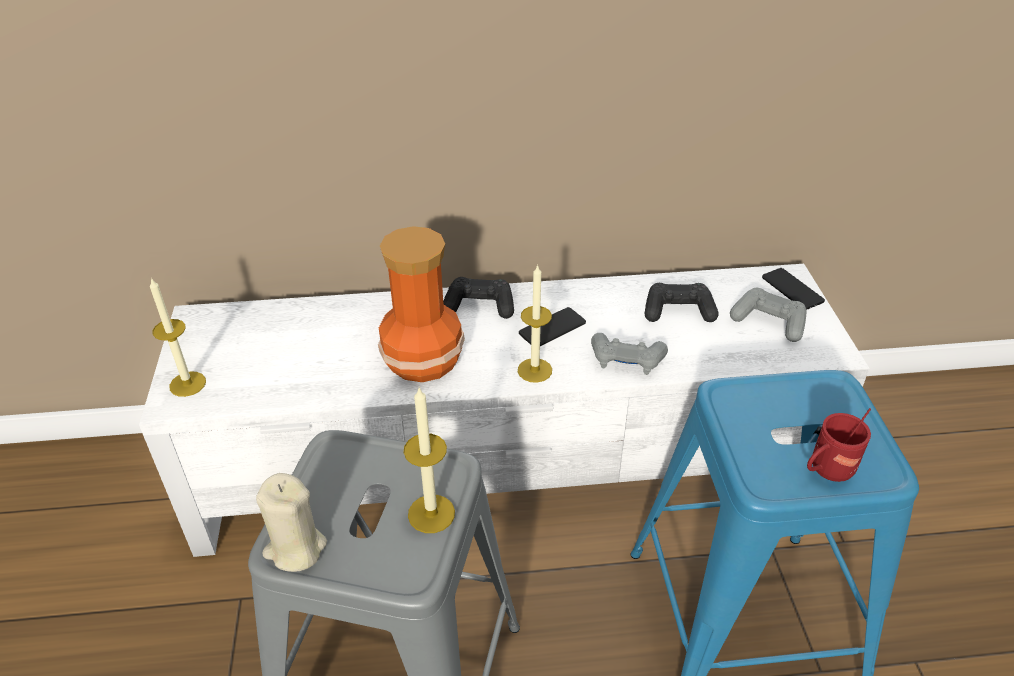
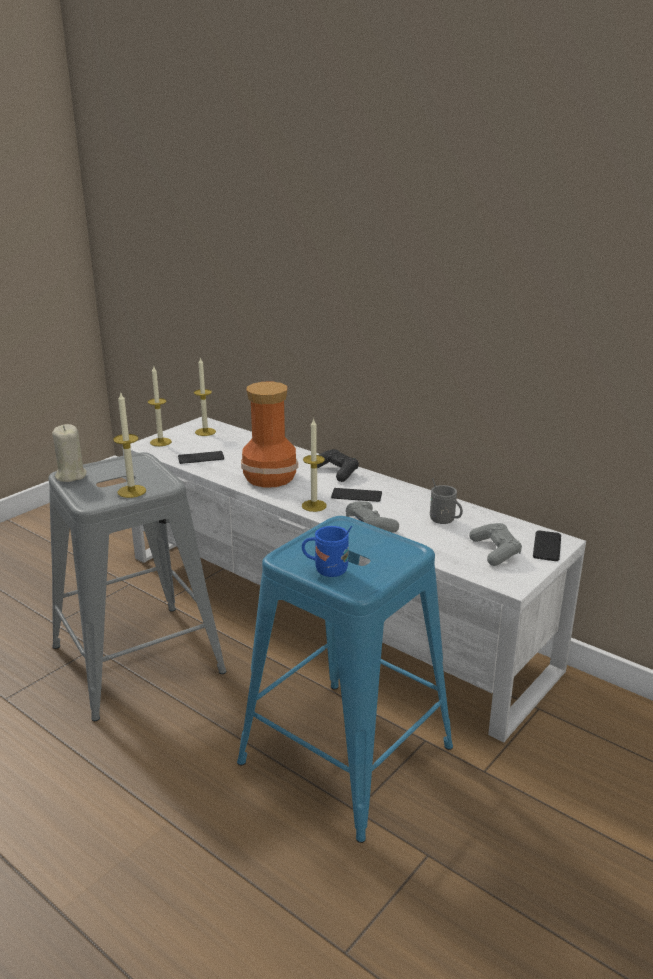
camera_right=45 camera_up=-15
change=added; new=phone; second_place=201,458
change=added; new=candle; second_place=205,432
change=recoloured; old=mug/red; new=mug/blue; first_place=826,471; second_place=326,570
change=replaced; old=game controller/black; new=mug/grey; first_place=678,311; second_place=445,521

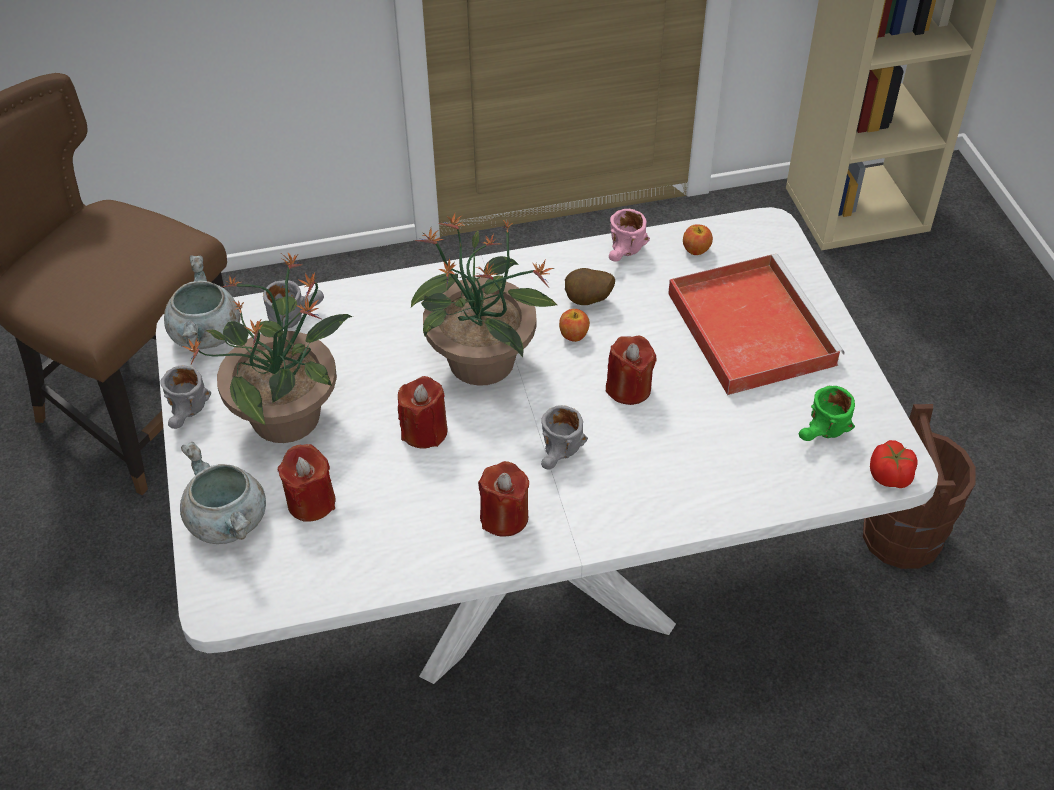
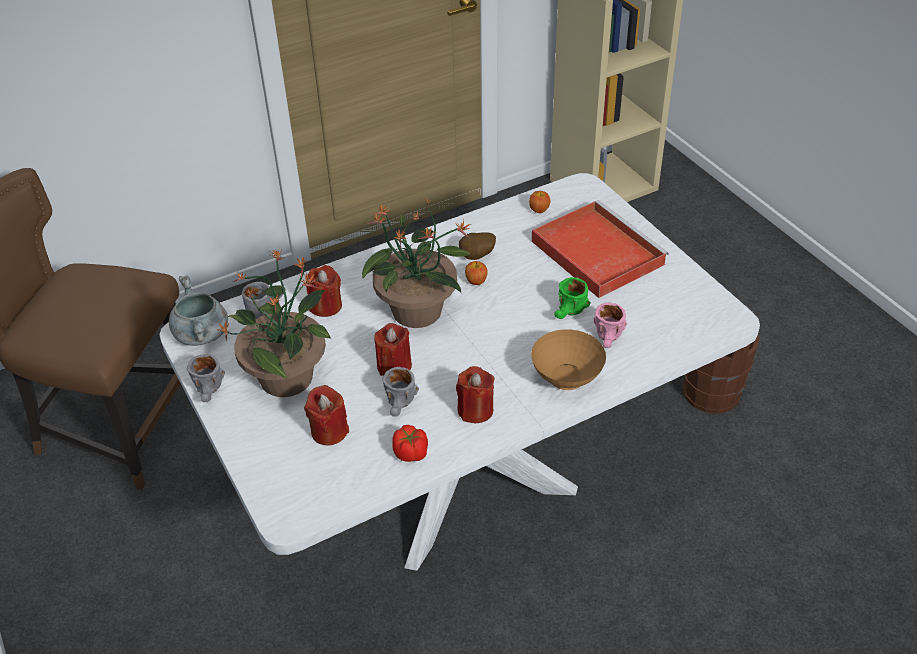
camera_right=-15 camera_up=-5
change=moved; old=candle/red; first_place=628,388; second_place=325,306
change=moved; old=mug/grey; first_place=560,456; second_place=401,406
change=moved; old=tomato; first_place=890,476; second_place=411,453
change=added; new=bowl/brown; second_place=568,380
change=moved; old=mug/green; first_place=822,434; second_place=569,314
change=moved; old=mug/pink; first_place=625,254; second_place=609,340
change=removed; old=cooking pot/grey; first_place=230,521

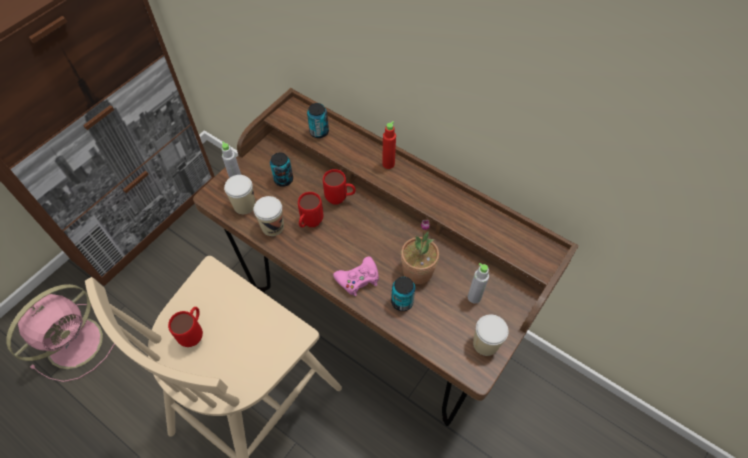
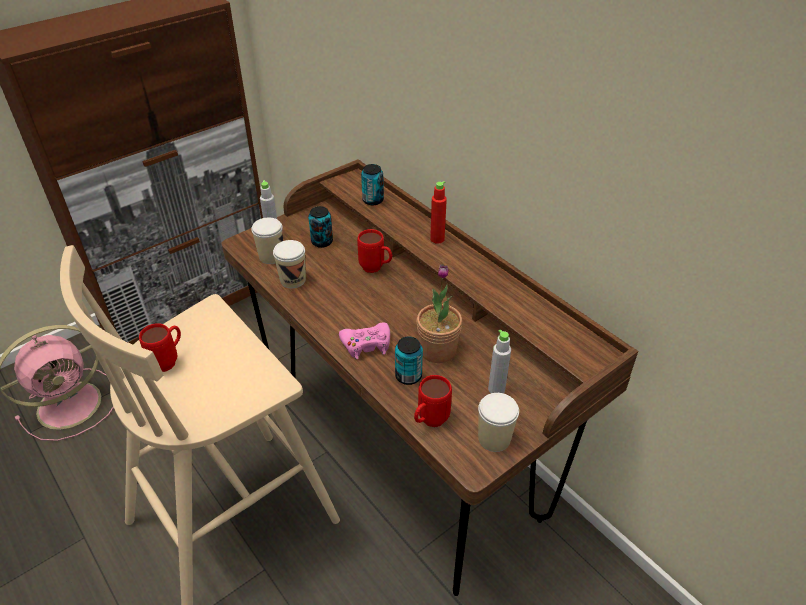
camera_right=15 camera_up=-15
change=moved; old=mug/red; first_place=310,224; second_place=429,422

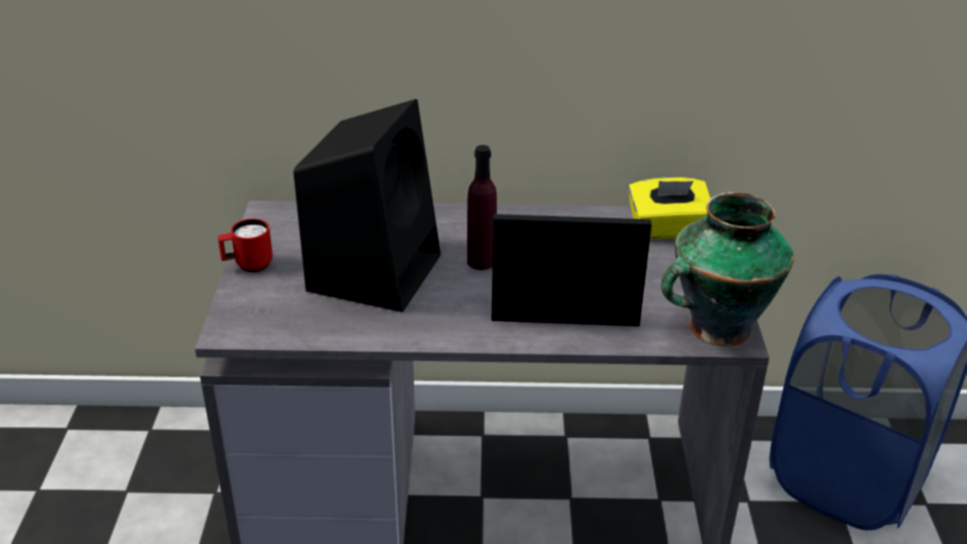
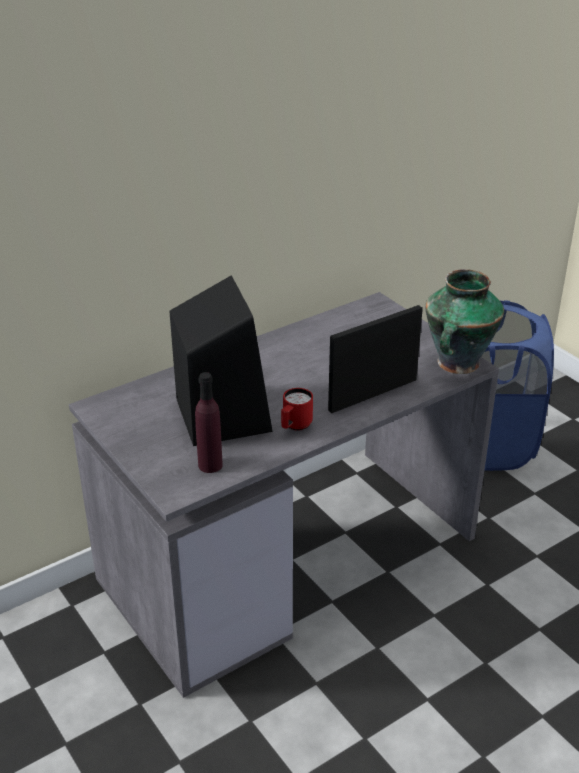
camera_right=-35 camera_up=0
change=moved; old=bottle/purple; first_place=481,261; second_place=210,465
change=moved; old=mug/red; first_place=248,265; second_place=295,426
change=removed; old=tissue box/yellow; first_place=667,229

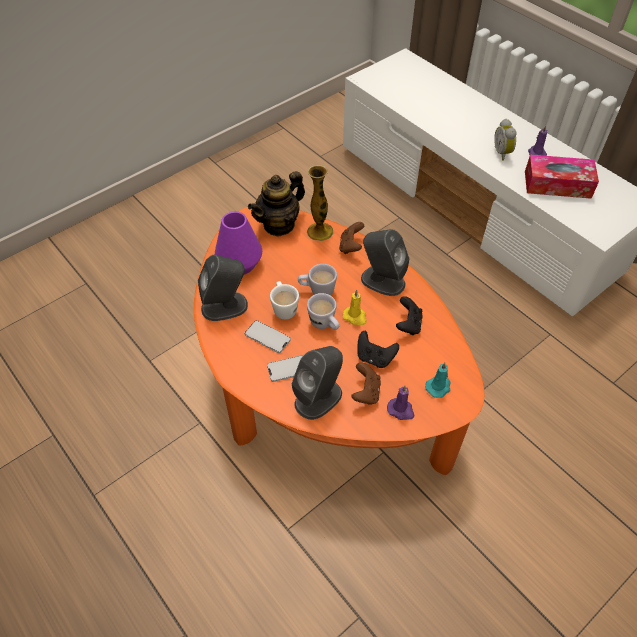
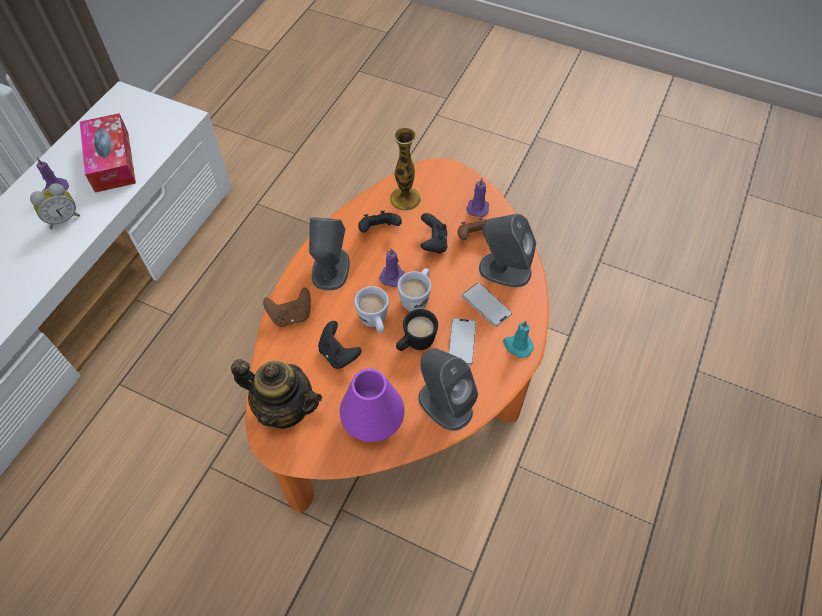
camera_right=-115 camera_up=5
change=added; new=game controller/black; second_place=338,354
change=recoloured; old=candle/yellow; new=candle/purple; first_place=355,317; second_place=392,275
change=moved; old=vase; first_place=320,231; second_place=405,198
change=recoloured; old=mug/white; new=mug/black; first_place=284,308; second_place=415,344
change=moved; old=candle/turquoise; first_place=438,387; second_place=517,346

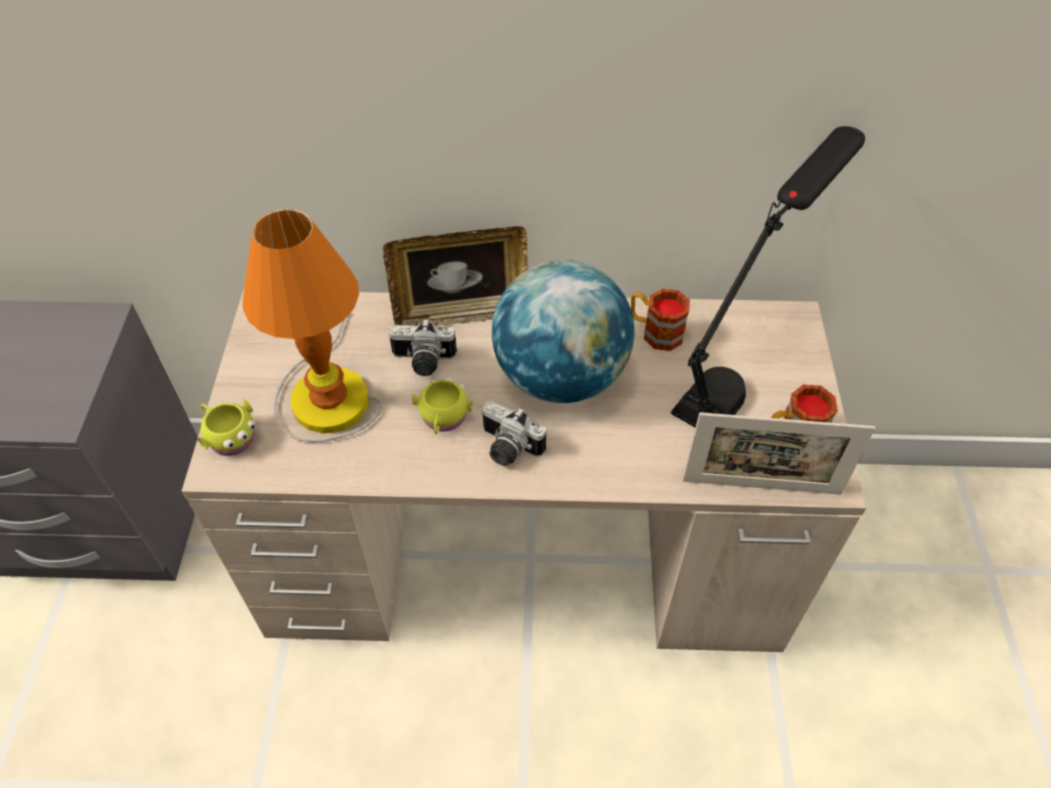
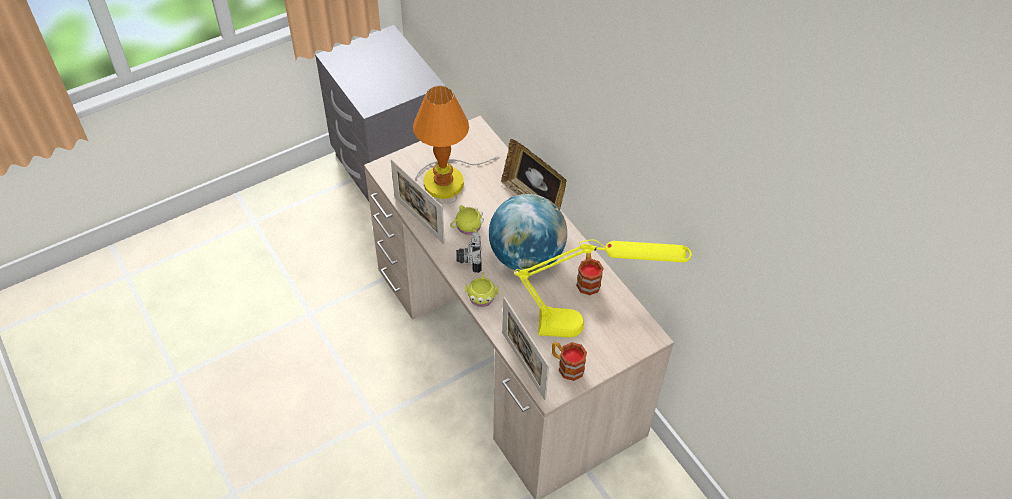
camera_right=55 camera_up=0
change=added; new=picture frame; second_place=419,220
change=moved; old=mug/yellow; first_place=229,436; second_place=481,295
change=recoloured; old=table lamp/black; new=table lamp/yellow; first_place=738,370; second_place=591,326
change=removed; old=photo camera; first_place=423,362

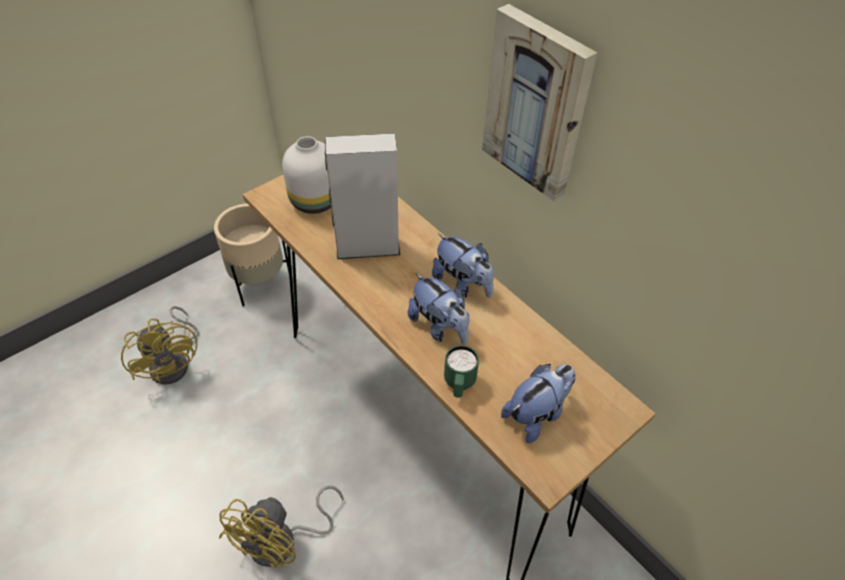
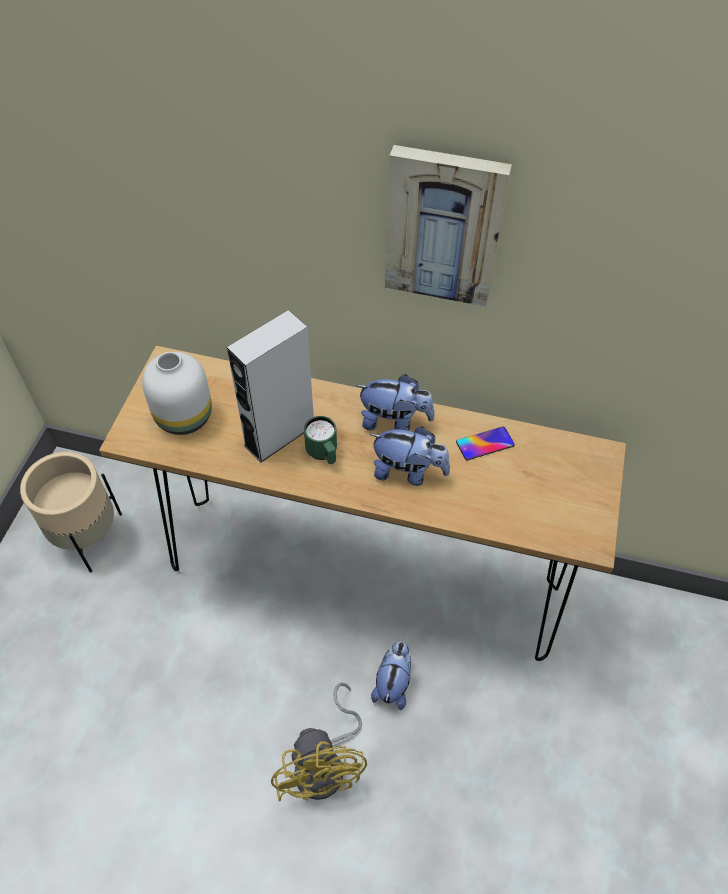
camera_right=-35 camera_up=5
change=moved; old=mug/green; first_place=459,384; second_place=323,454
change=moved; old=plush toy; first_place=536,414; second_place=393,683
change=added; new=phone; second_place=485,443
change=removed; old=fan/yellow; first_place=175,362

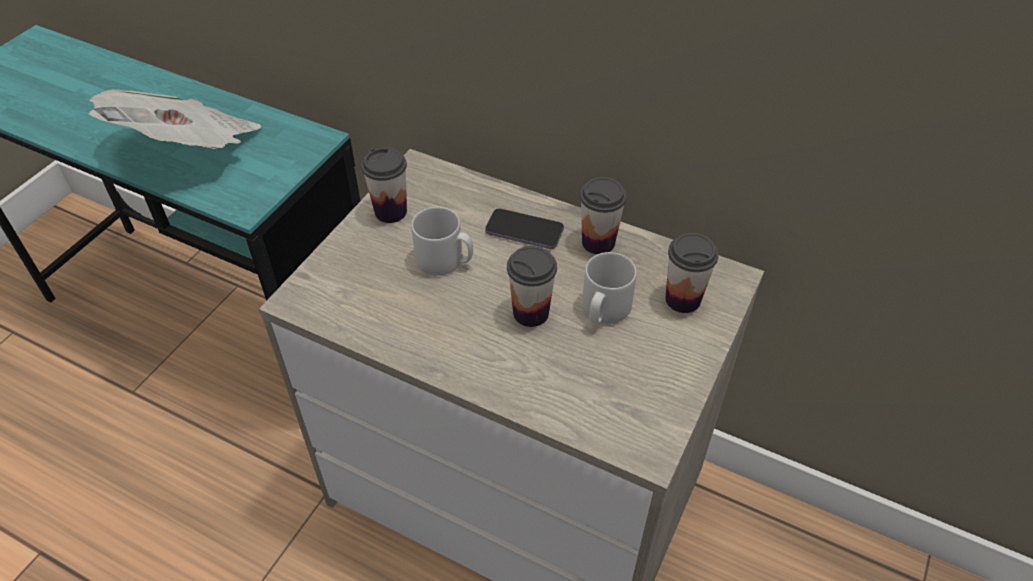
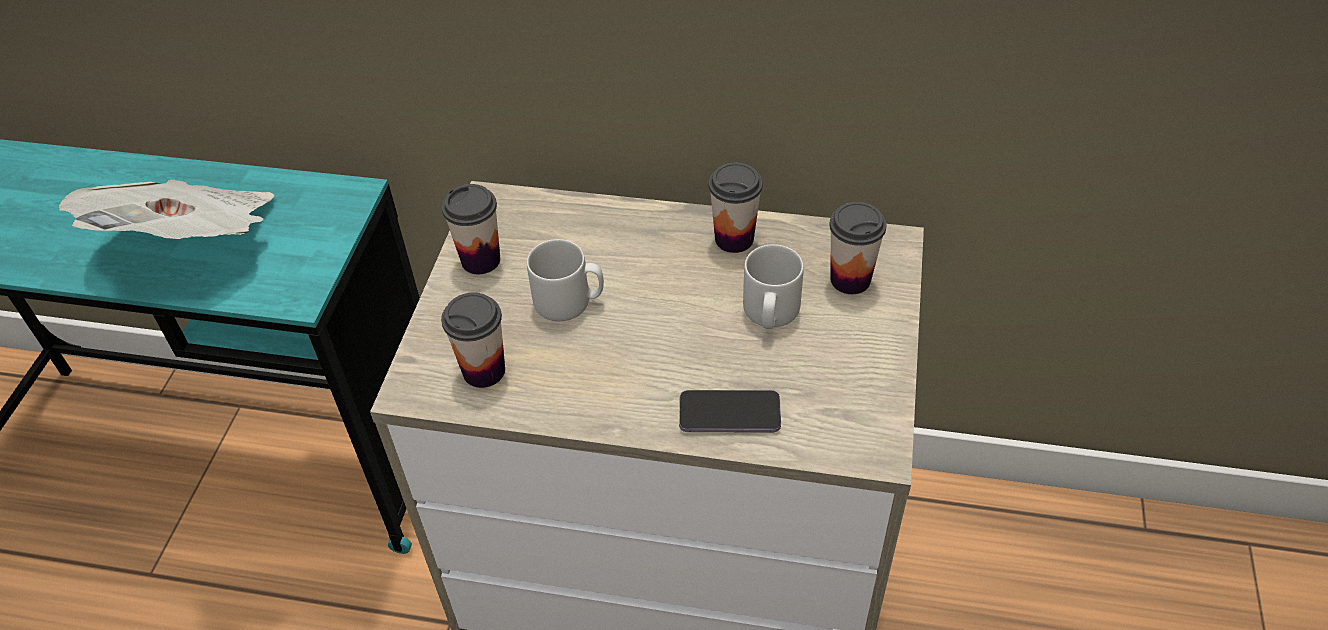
camera_right=-15 camera_up=0
change=moved; old=cup; first_place=531,313; second_place=484,371
change=moved; old=phone; first_place=524,231; second_place=729,414

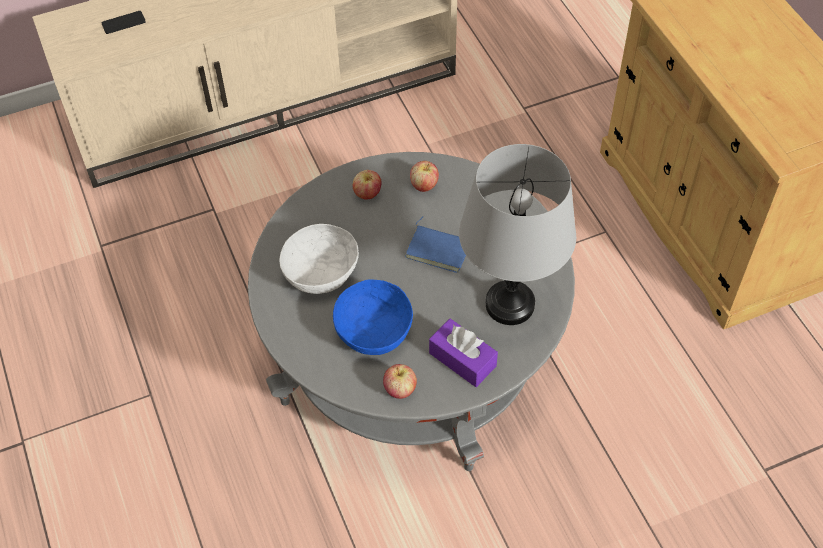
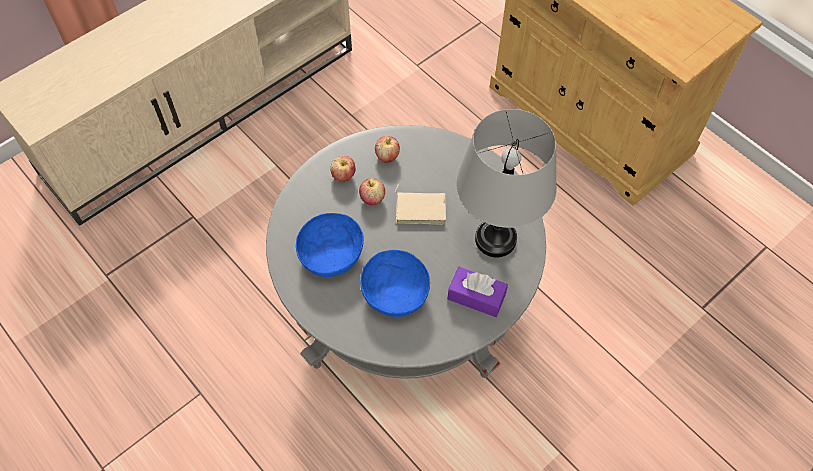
camera_right=-20 camera_up=5
change=recoloured; old=bowl/white; new=bowl/blue; first_place=321,272; second_place=331,255
change=moved; old=apple; first_place=400,389; second_place=372,199
change=recoloured; old=book/blue; new=book/beige; first_place=439,249; second_place=421,208
change=removed; old=phone; first_place=123,23

